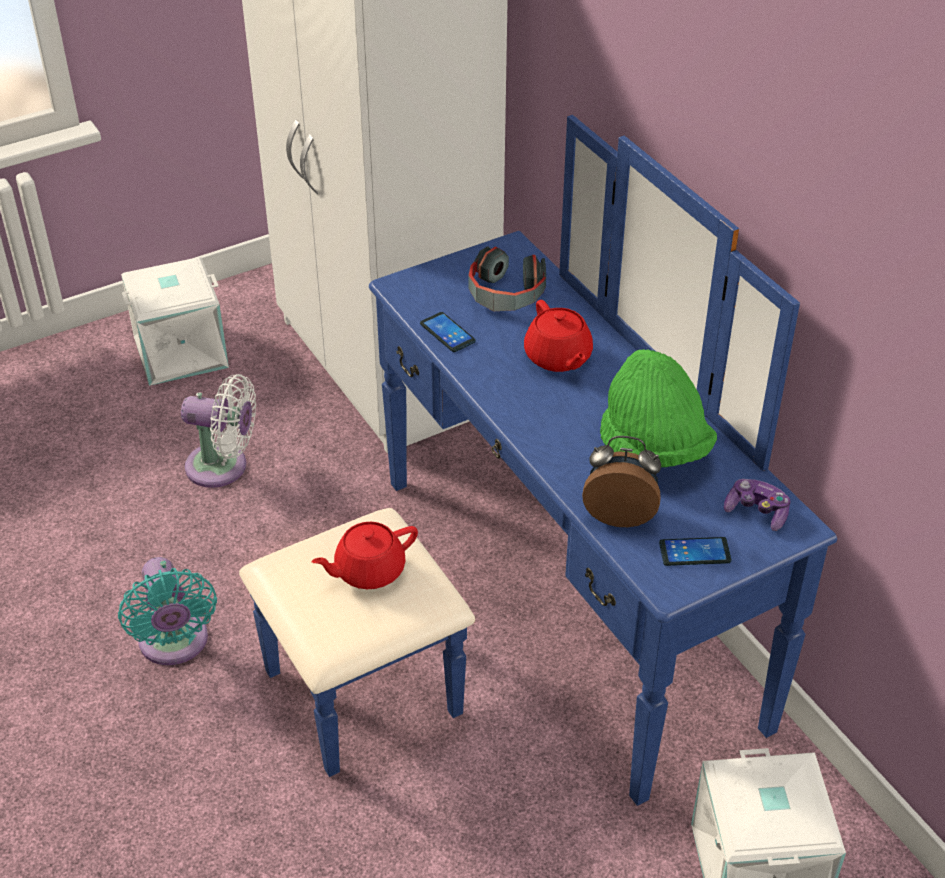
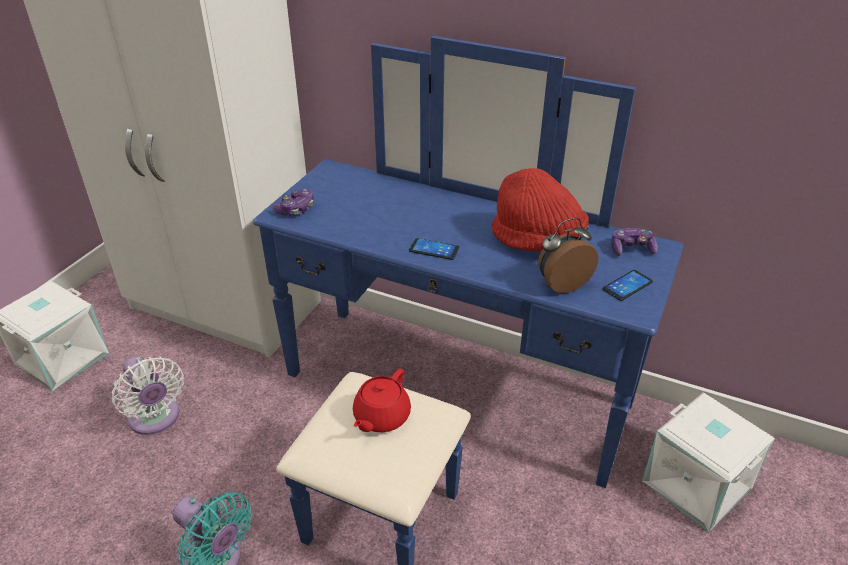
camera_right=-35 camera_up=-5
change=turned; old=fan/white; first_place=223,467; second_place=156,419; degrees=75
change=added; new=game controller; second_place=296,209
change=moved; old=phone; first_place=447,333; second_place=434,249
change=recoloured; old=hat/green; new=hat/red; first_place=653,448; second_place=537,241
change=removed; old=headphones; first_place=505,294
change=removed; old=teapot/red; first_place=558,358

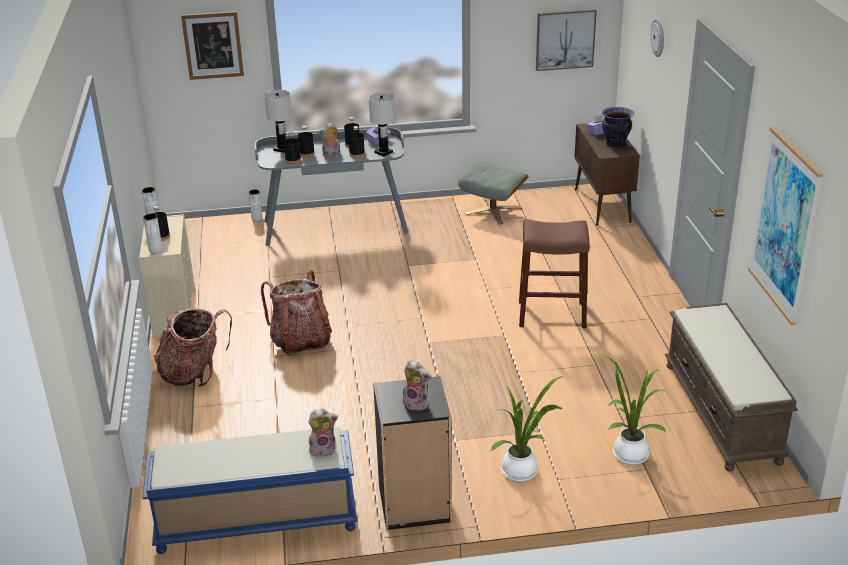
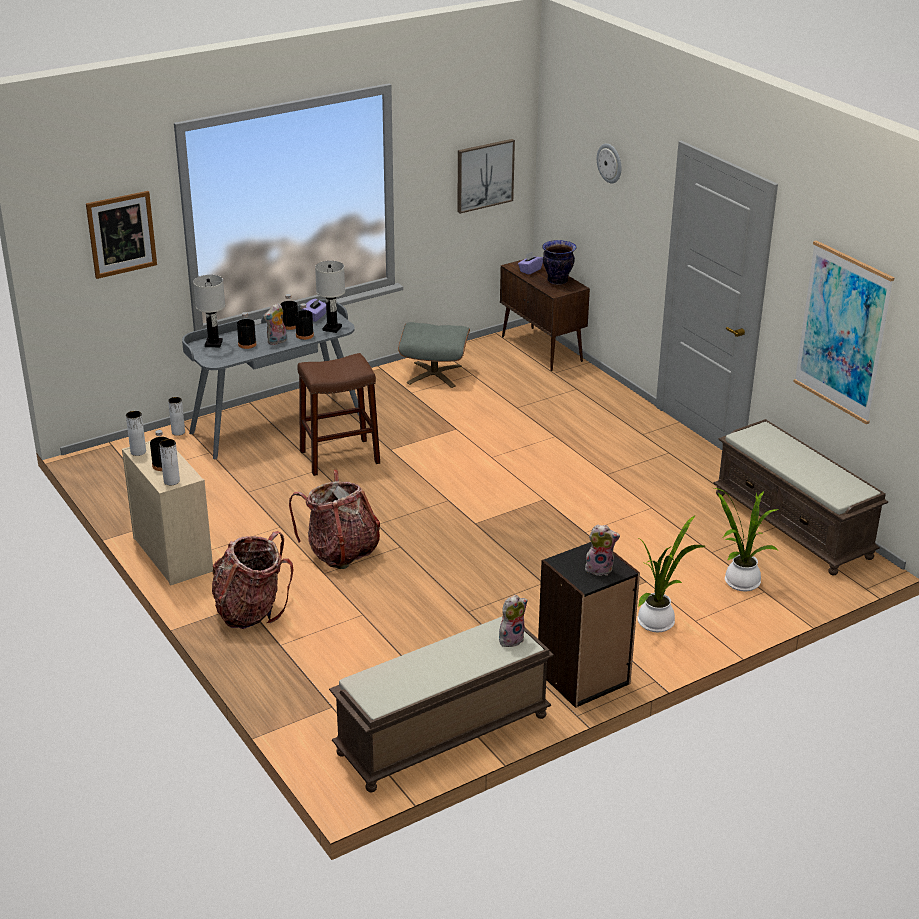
camera_right=-25 camera_up=0
change=moved; old=stool/brown; first_place=551,314; second_place=339,457
change=recoloured; old=bench/blue; new=bench/brown; first_place=255,521; second_place=442,736
change=removed; old=bottle/black; first_place=293,160

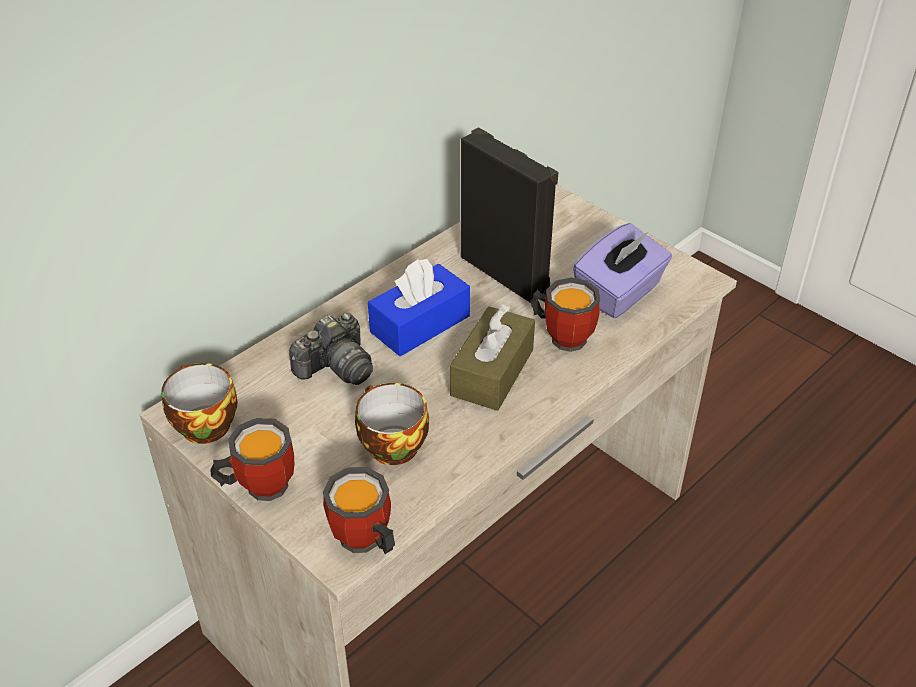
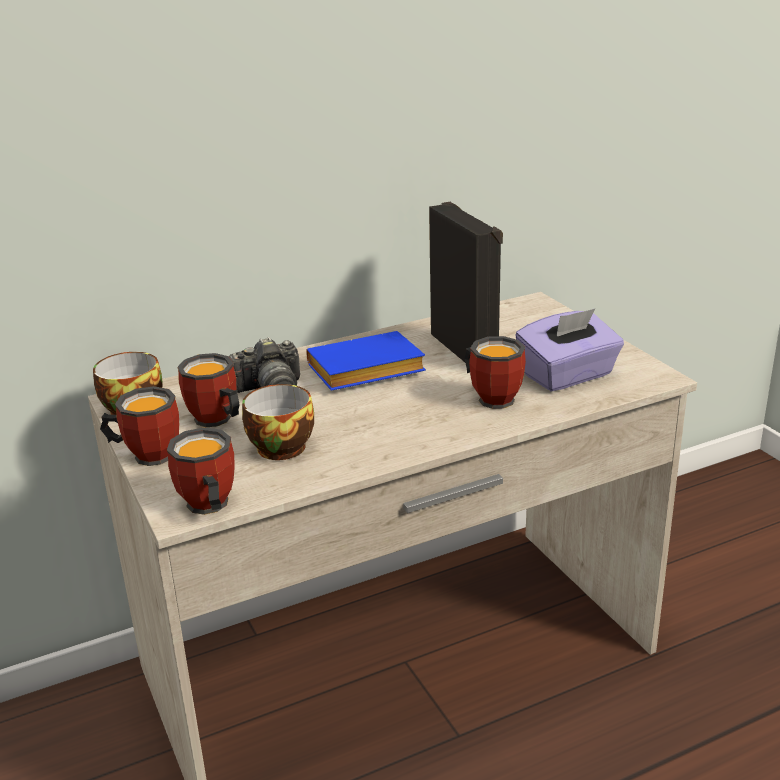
camera_right=20 camera_up=-15
change=added; new=mug; second_place=214,421
change=replaced; old=tissue box/blue; new=book/blue; first_place=420,324; second_place=363,372
change=removed; old=tissue box/brown; first_place=492,372

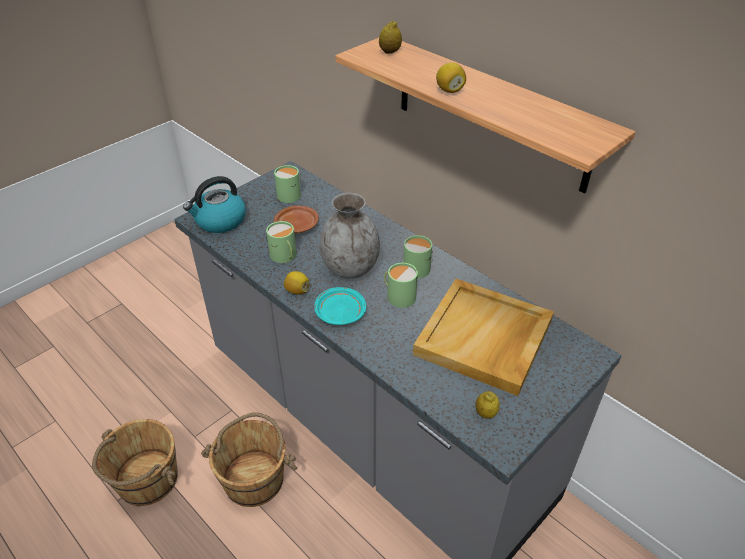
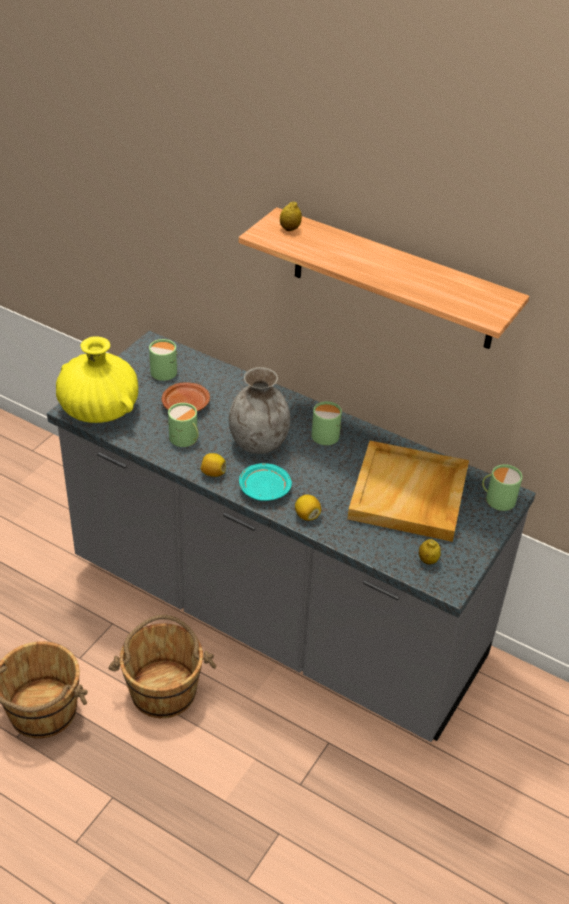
camera_right=-15 camera_up=0
change=replaced; old=kettle; new=vase/yellow; first_place=220,221; second_place=99,409
change=moved; old=lemon; first_place=449,90; second_place=307,515
change=moved; old=mug/green; first_place=399,295; second_place=497,498

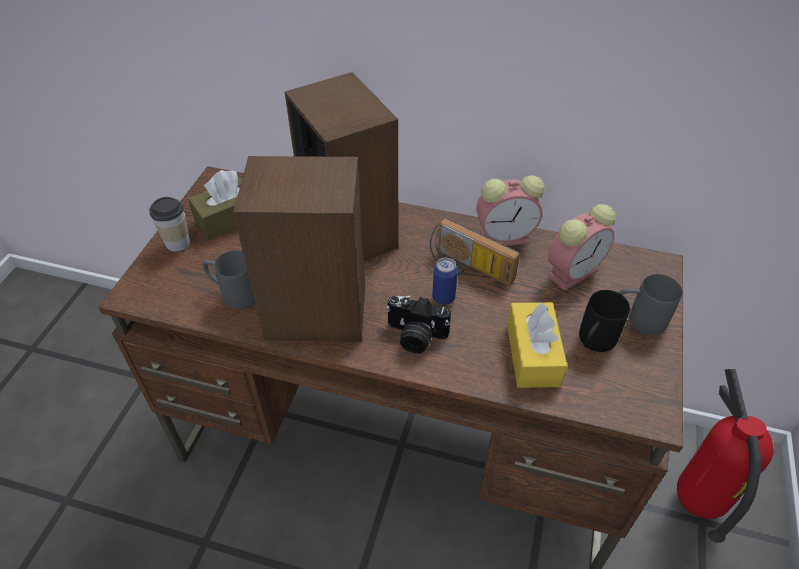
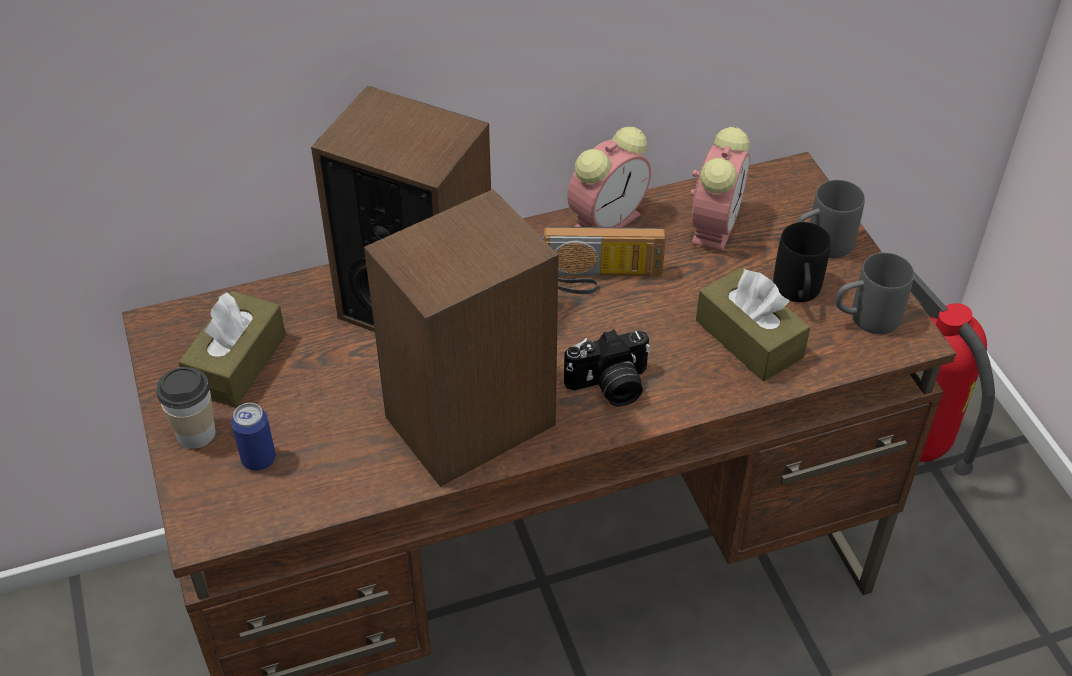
camera_right=-35 camera_up=0
change=moved; old=can; first_place=443,297; second_place=258,459
change=recoloured; old=tissue box/yellow; new=tissue box/brown; first_place=532,354; second_place=749,339
change=moved; old=mug/grey; first_place=233,294; second_place=864,319

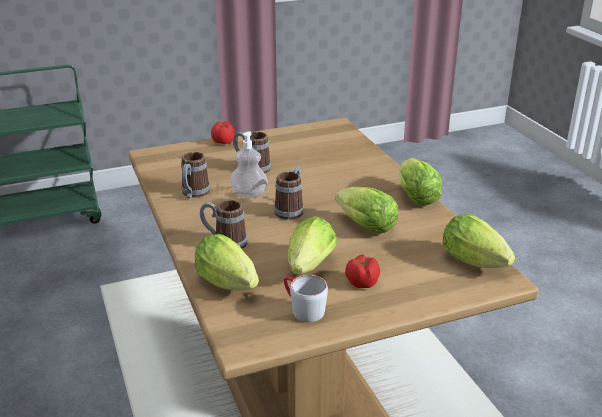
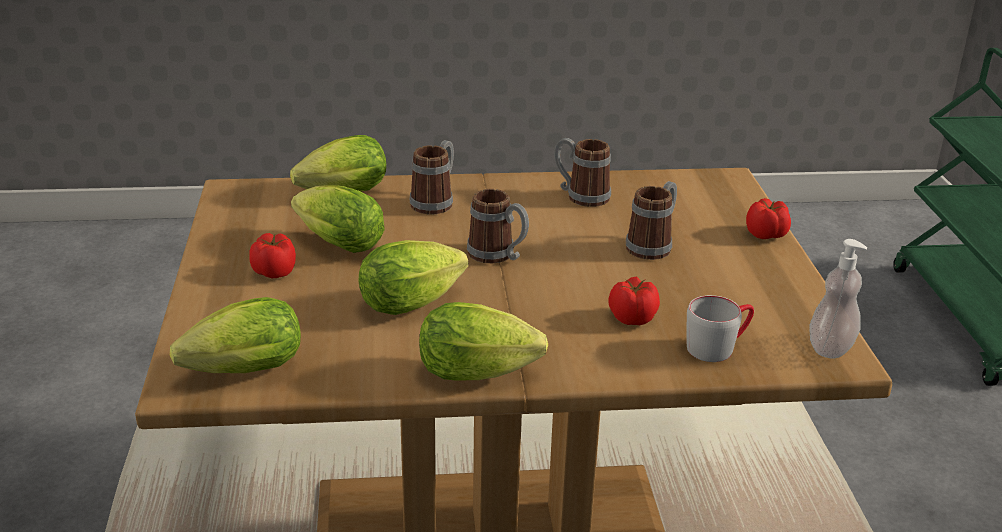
camera_right=105 camera_up=0
change=added; new=tomato; second_place=631,318
change=moved; old=mug/grey; first_place=302,309; second_place=718,346
change=moved; old=soap dispenser; first_place=249,193; second_place=830,348

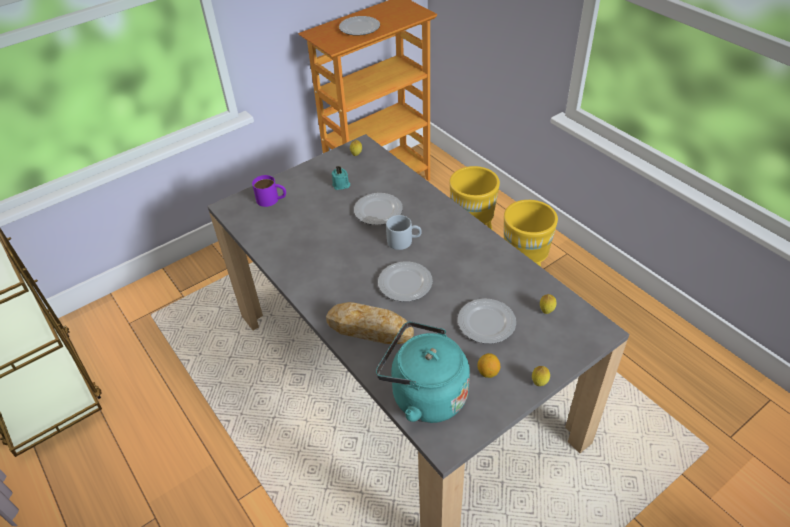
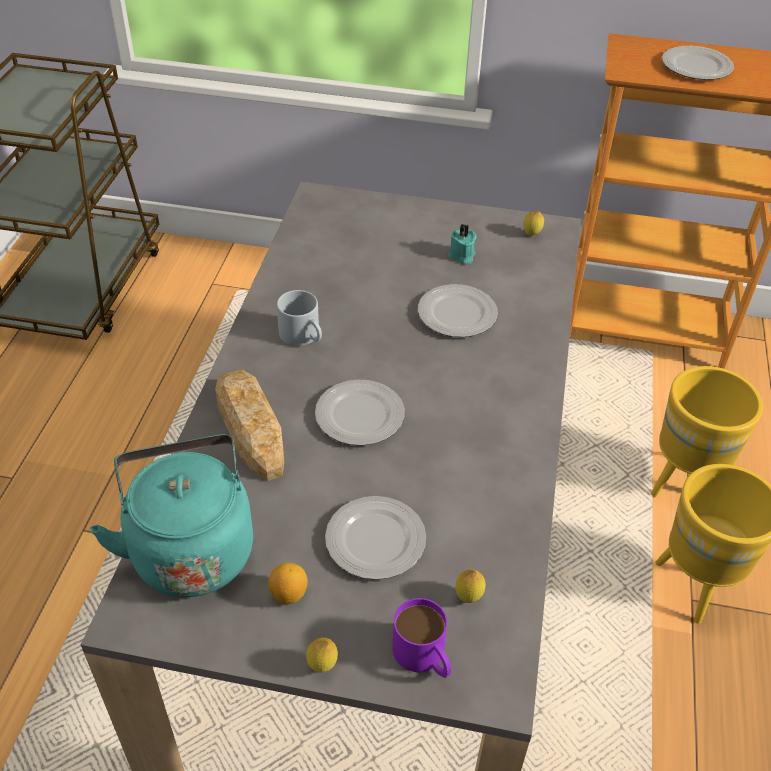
camera_right=45 camera_up=0
change=moved; old=mug/grey; first_place=404,240; second_place=304,336
change=moved; old=mug/purple; first_place=272,199; second_place=424,657

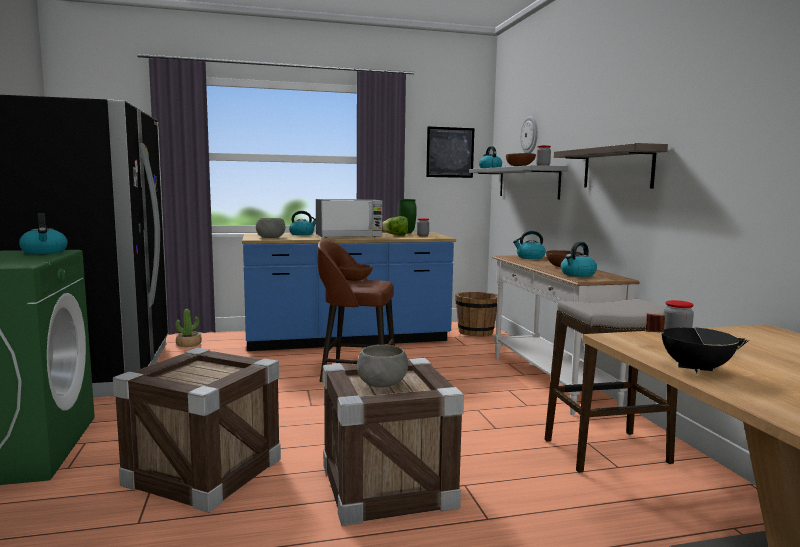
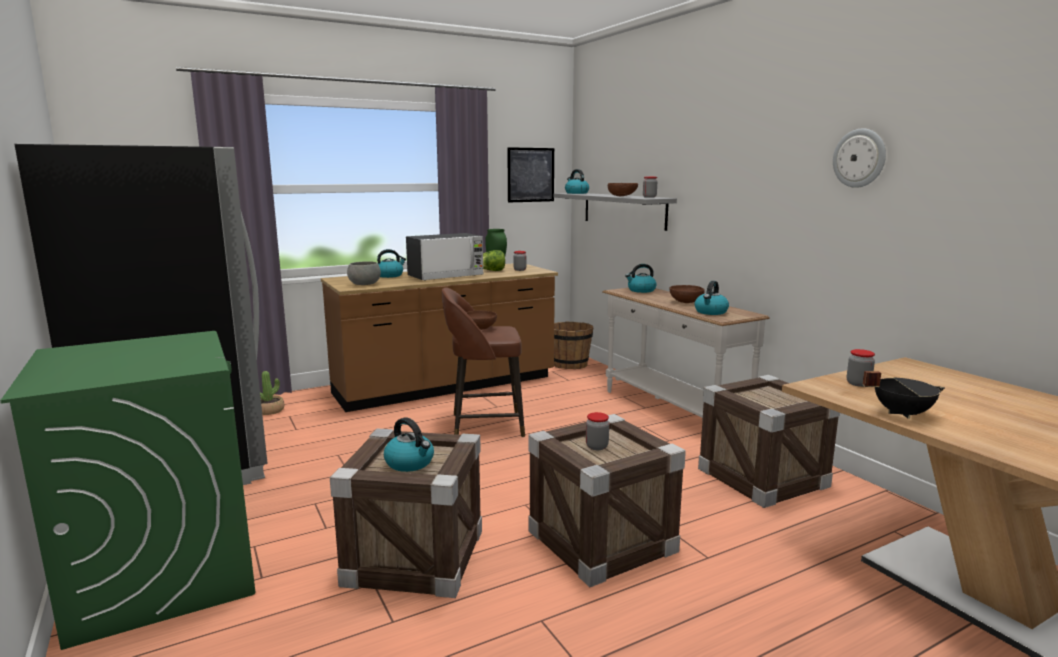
camera_right=-15 camera_up=5
change=recoloured; old=counter/blue; new=counter/brown; first_place=348,340; second_place=446,386
change=moved; old=kettle; first_place=44,252; second_place=410,463
change=replaced; old=bowl/grey; new=jar; first_place=382,383; second_place=597,446
change=replaced; old=stool; new=crate; first_place=605,451; second_place=762,478
change=moved; old=wall clock; first_place=530,135; second_place=859,158
change=removed; old=shelf; first_place=617,168

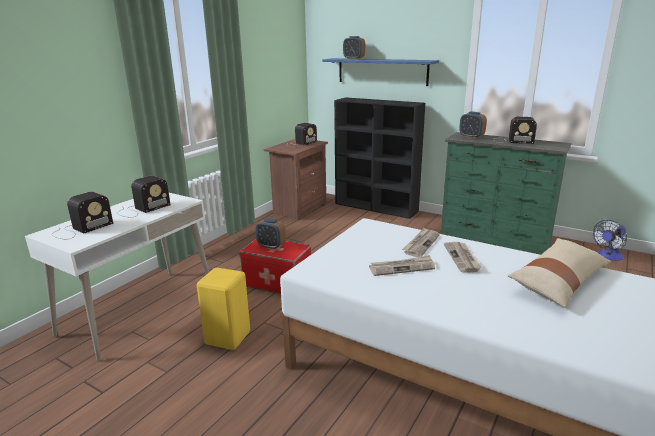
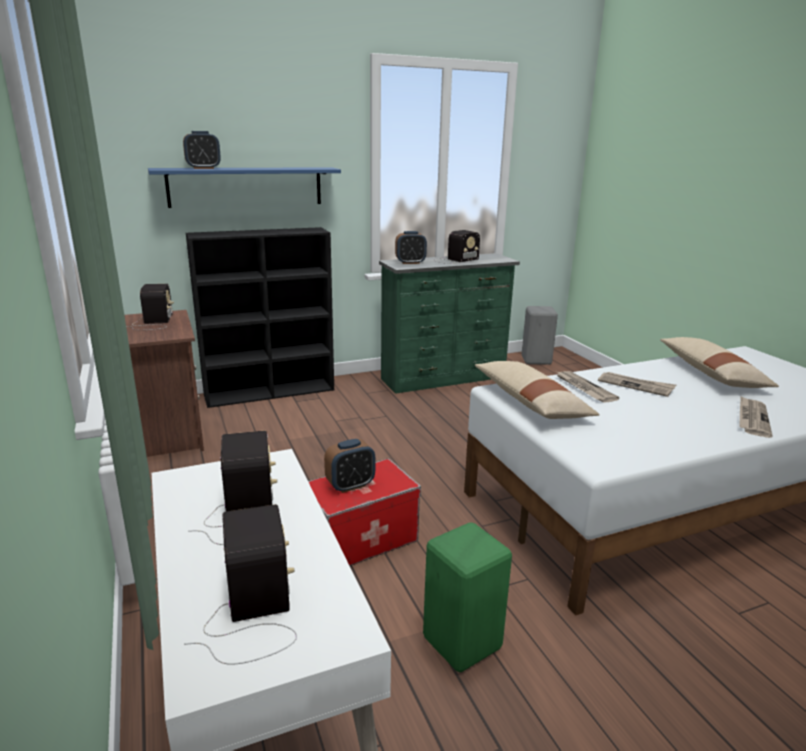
camera_right=-55 camera_up=0
change=recoloured; old=stool/yellow; new=stool/green; first_place=228,338; second_place=464,643
change=added; new=pillow/beige; second_place=530,402
change=replaced; old=fan; new=stool/grey; first_place=608,256; second_place=536,360
change=moved; old=newspaper; first_place=402,267; second_place=752,418

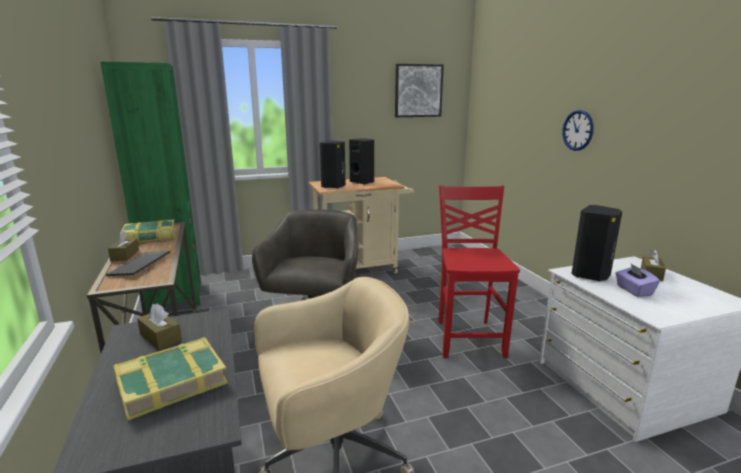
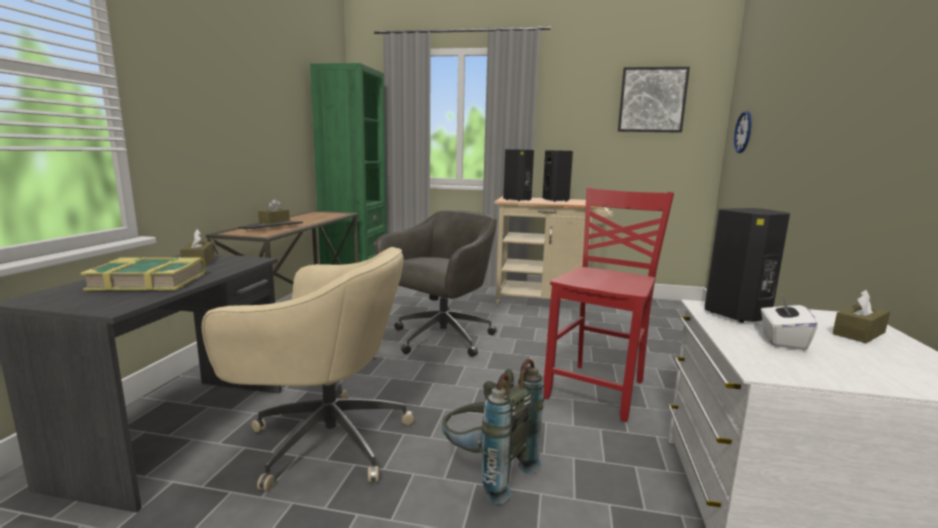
camera_right=30 camera_up=-5
change=added; new=backpack/grey; second_place=486,472
change=moved; old=wall clock; first_place=578,130; second_place=743,132
change=recoloured; old=tissue box/purple; new=tissue box/white; first_place=633,290; second_place=782,340
change=removed; old=book; first_place=149,237

